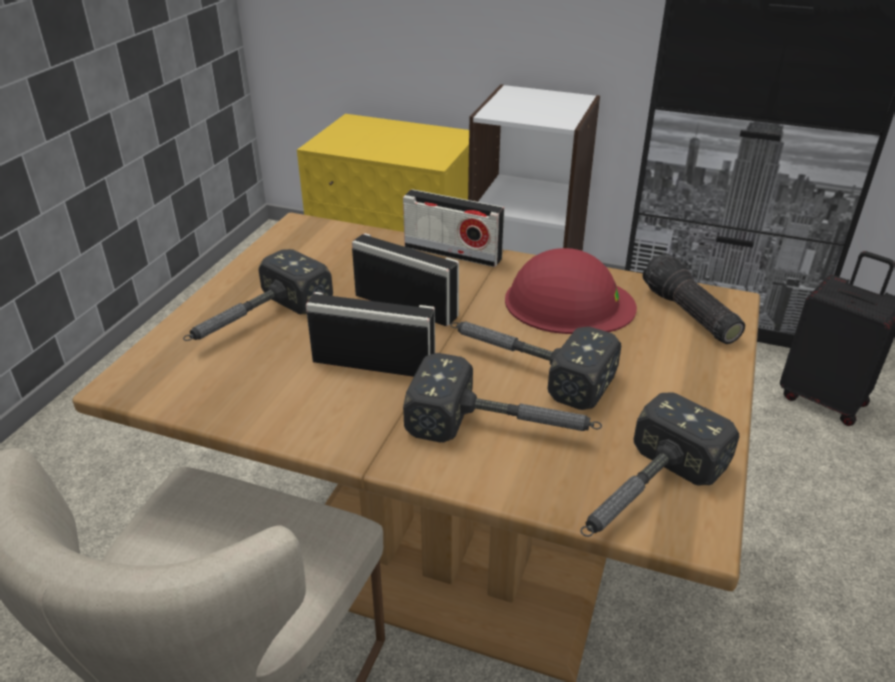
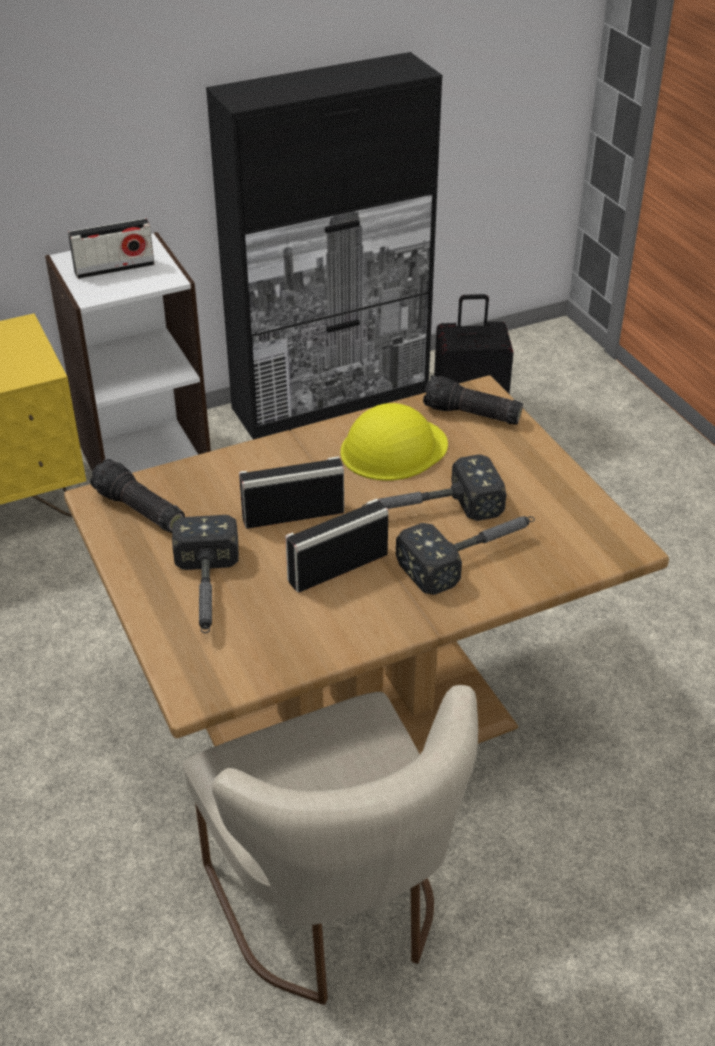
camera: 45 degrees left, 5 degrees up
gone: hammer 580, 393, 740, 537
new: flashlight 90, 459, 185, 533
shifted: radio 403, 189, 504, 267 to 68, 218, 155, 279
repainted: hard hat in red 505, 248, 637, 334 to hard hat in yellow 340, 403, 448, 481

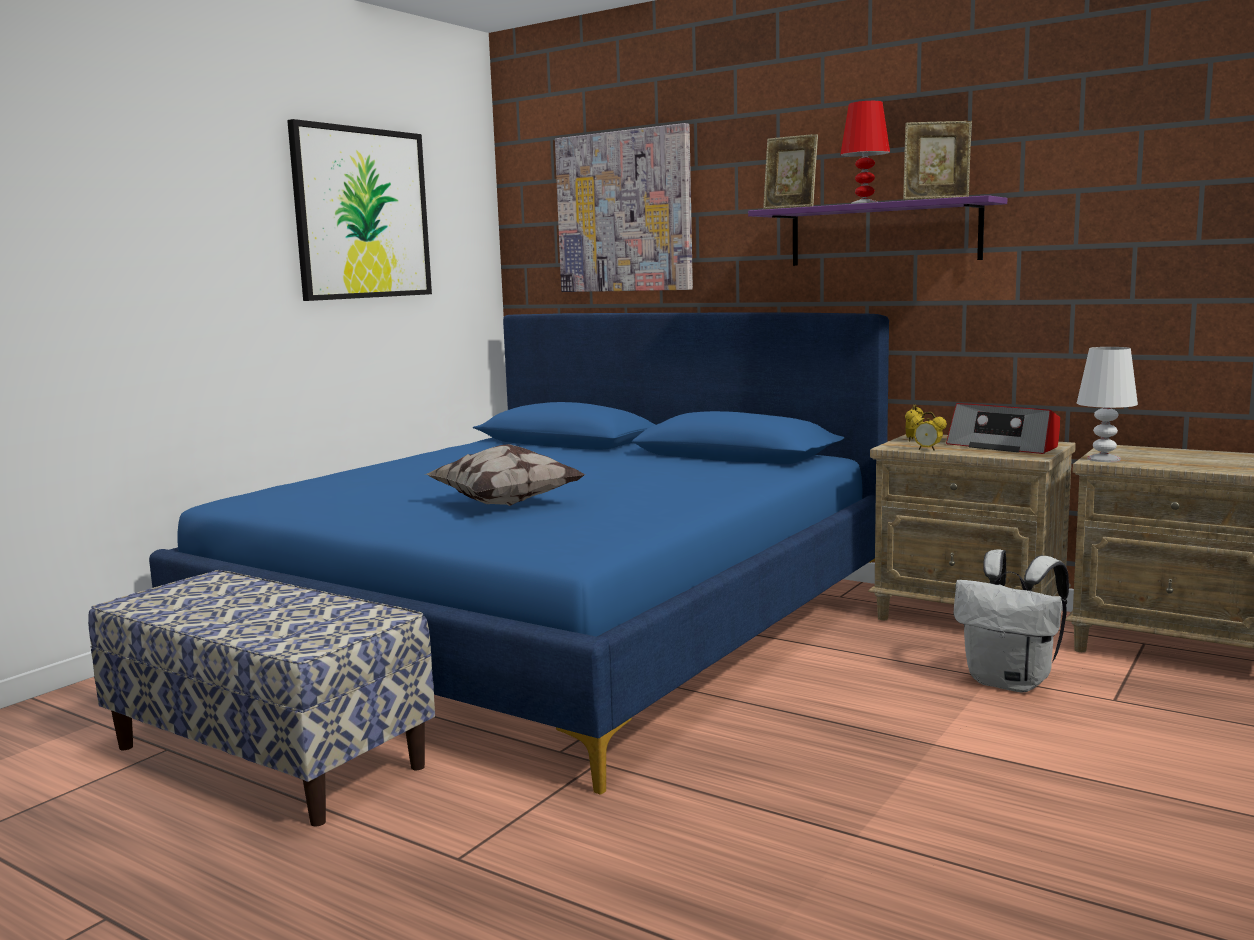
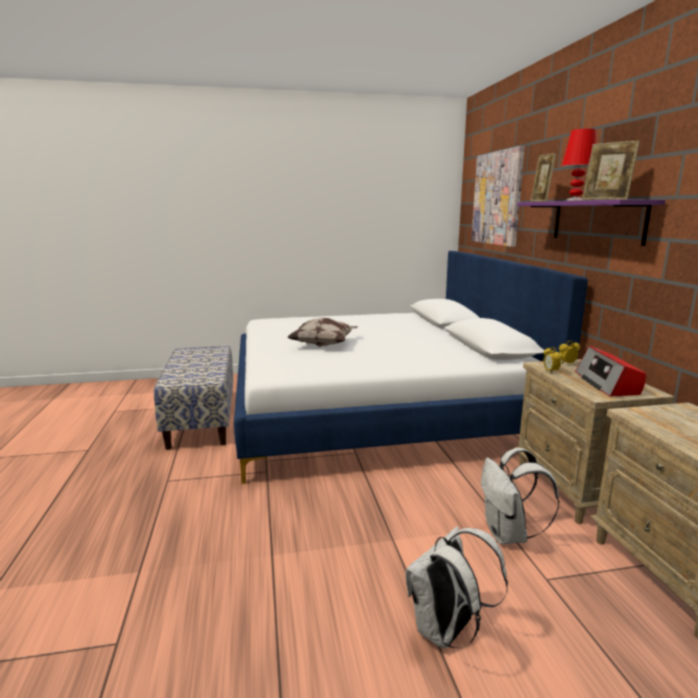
camera: 45 degrees right, 5 degrees up
gone: picture 287, 119, 432, 301; table lamp in white 1077, 347, 1138, 462
new: backpack in white 405, 526, 508, 649
repainted: bed in blue 149, 312, 889, 795 to bed in white 234, 251, 588, 484

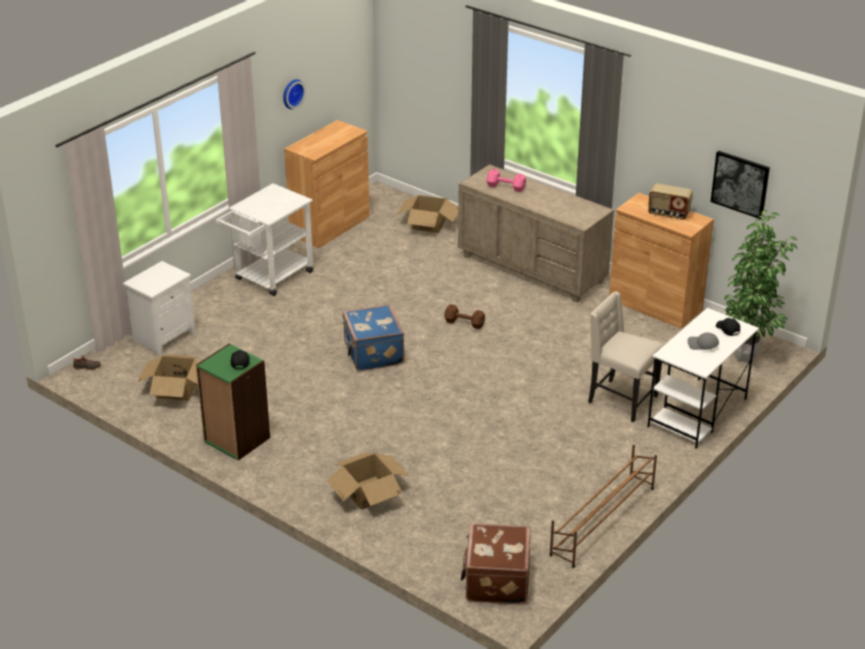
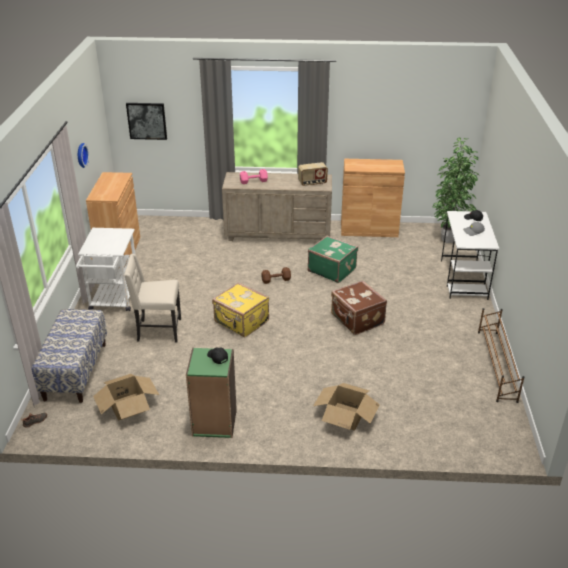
camera: 35 degrees left, 0 degrees up
gone: cardboard box 397, 195, 458, 233
new: suitcase in green 308, 235, 358, 283
shifted: chair in beige 588, 291, 664, 422 to 124, 254, 181, 342; picture 711, 151, 770, 219 to 126, 103, 167, 140; radio 648, 183, 693, 220 to 298, 162, 328, 186; suitcase in brown 461, 523, 530, 605 to 331, 280, 387, 335
swapped: nightstand in white 123, 261, 195, 355 to bench 31, 309, 107, 403
repainted: suitcase in blue 342, 304, 405, 371 to suitcase in yellow 212, 282, 269, 337

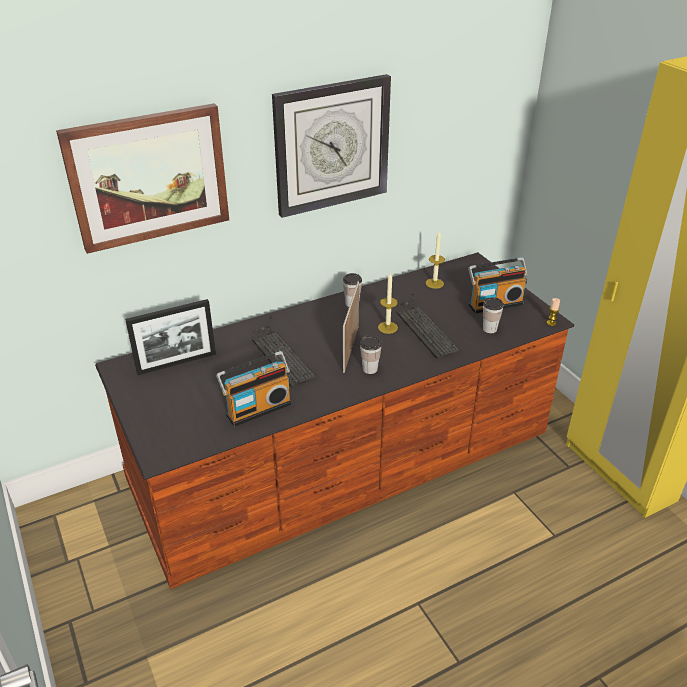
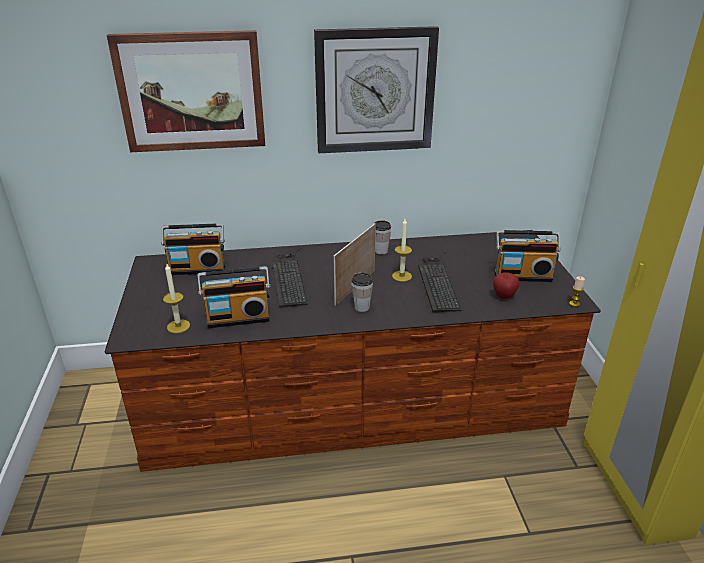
camera: 20 degrees right, 5 degrees down
shifted: candle 426, 230, 445, 289 to 163, 264, 190, 333
swapped: picture frame 125, 299, 216, 375 to radio 161, 223, 225, 275; cup 483, 297, 504, 333 to apple 493, 272, 519, 299

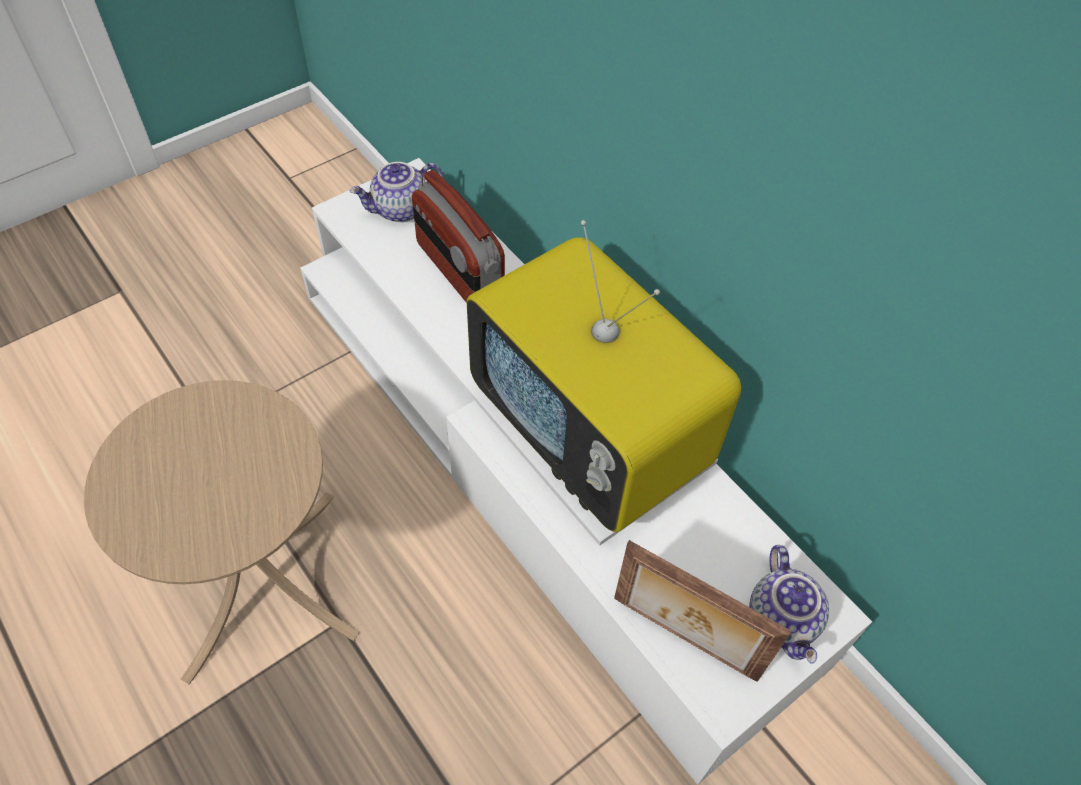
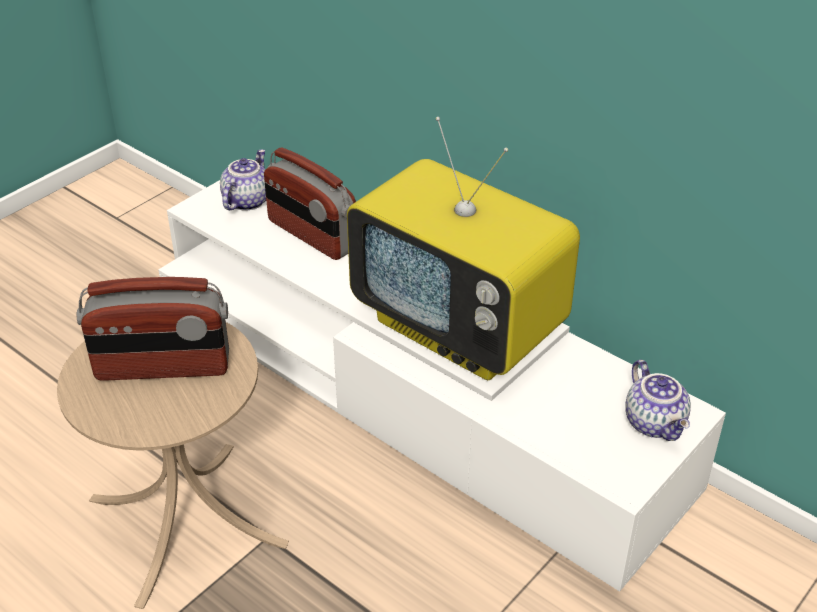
camera: 10 degrees left, 15 degrees down
gone: picture frame 614, 540, 791, 682
new: radio 77, 277, 229, 381
rotated: teapot 350, 162, 443, 222 = 220, 149, 266, 211 150 degrees clockwise

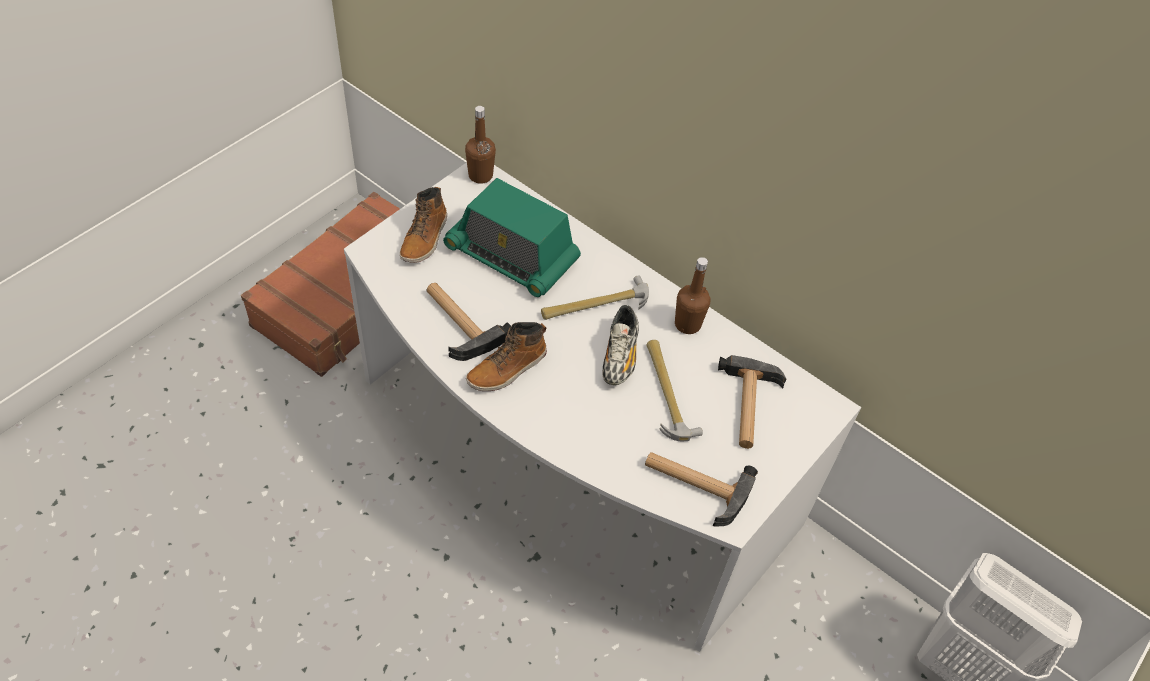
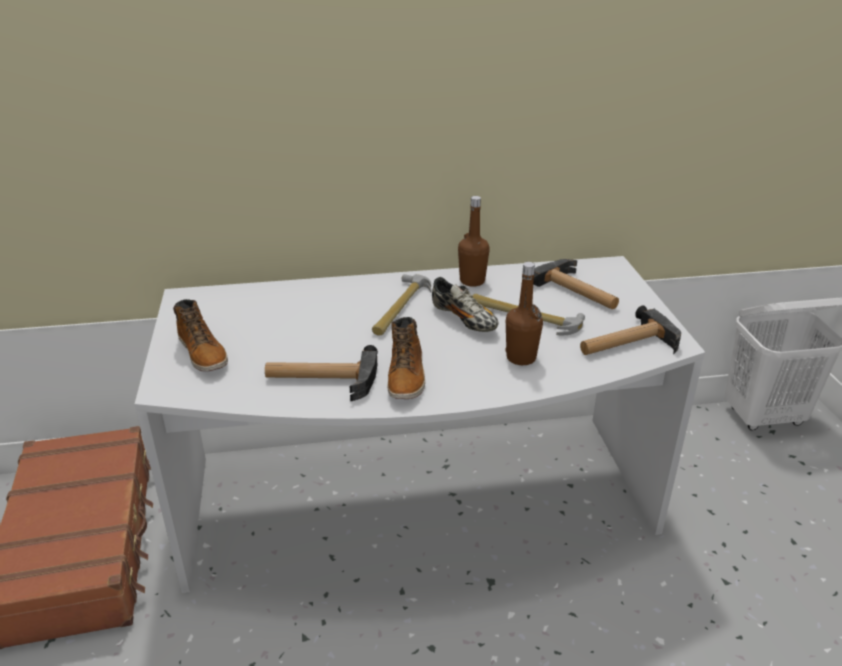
camera: 45 degrees left, 20 degrees down
gone: radio 443, 178, 581, 297
shifted: bottle in brown 465, 106, 496, 184 to 506, 262, 543, 365

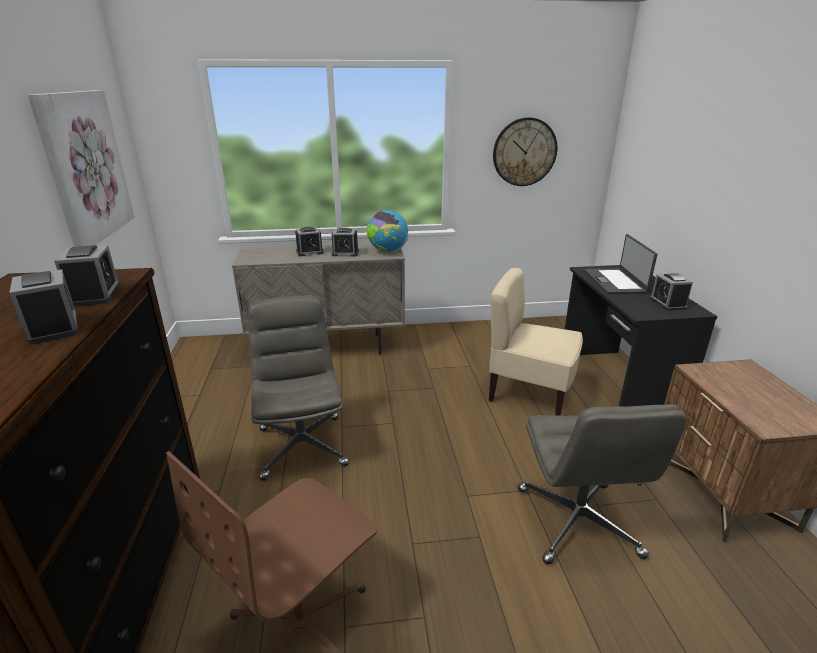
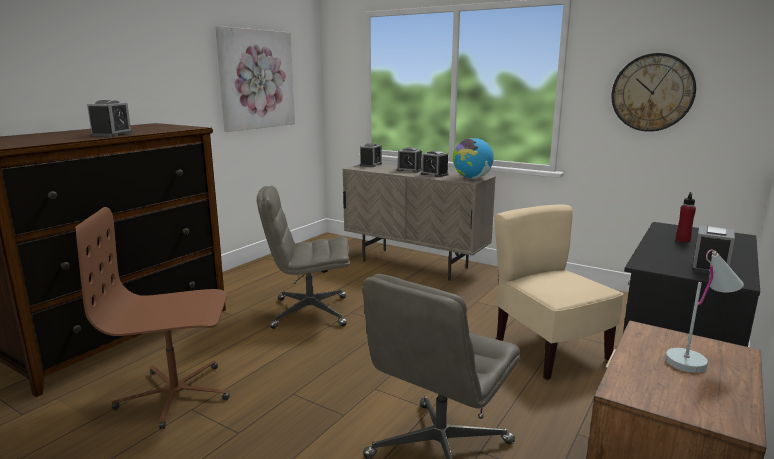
camera: 40 degrees right, 10 degrees down
new: table lamp in white 665, 249, 744, 373
shifted: alarm clock 54, 245, 120, 307 to 360, 143, 382, 167
swapped: laptop 584, 234, 657, 294 to bottle in red 676, 192, 696, 243
rotated: office chair in grey 248, 295, 349, 481 = 257, 186, 350, 329 120 degrees counterclockwise

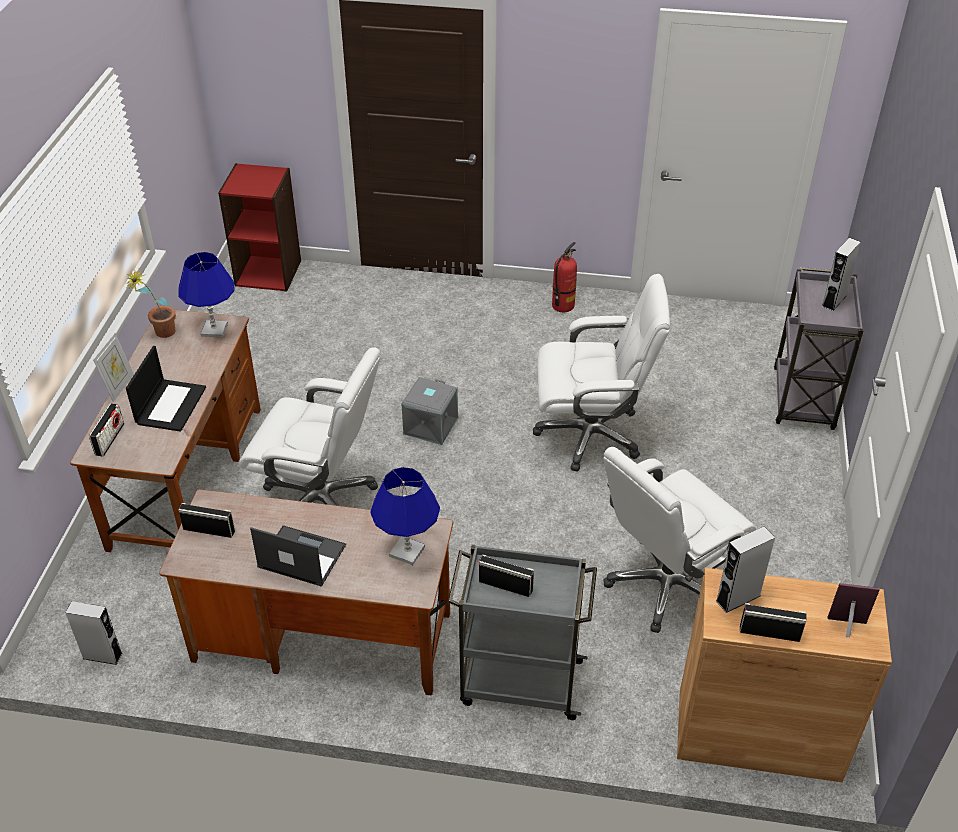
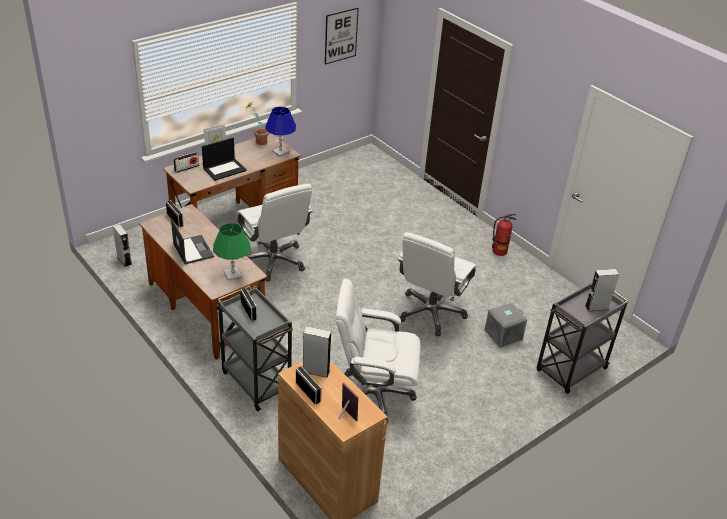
camera: 40 degrees right, 5 degrees down
gone: bookcase in red 218, 163, 301, 291
new: picture 325, 7, 359, 65
shifted: storage box in grey 401, 377, 458, 445 to 485, 303, 527, 348
repainted: table lamp in blue 370, 467, 440, 565 to table lamp in green 213, 223, 251, 281
rotated: office chair in white 533, 274, 670, 471 = 398, 232, 476, 336 75 degrees clockwise

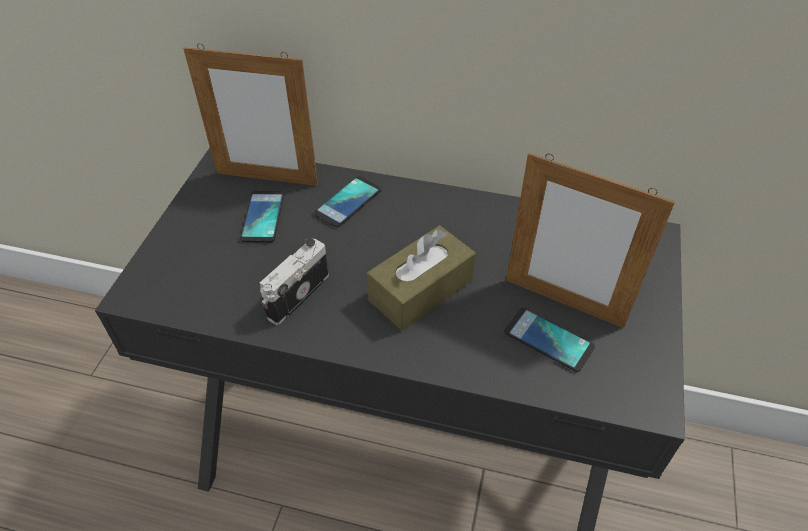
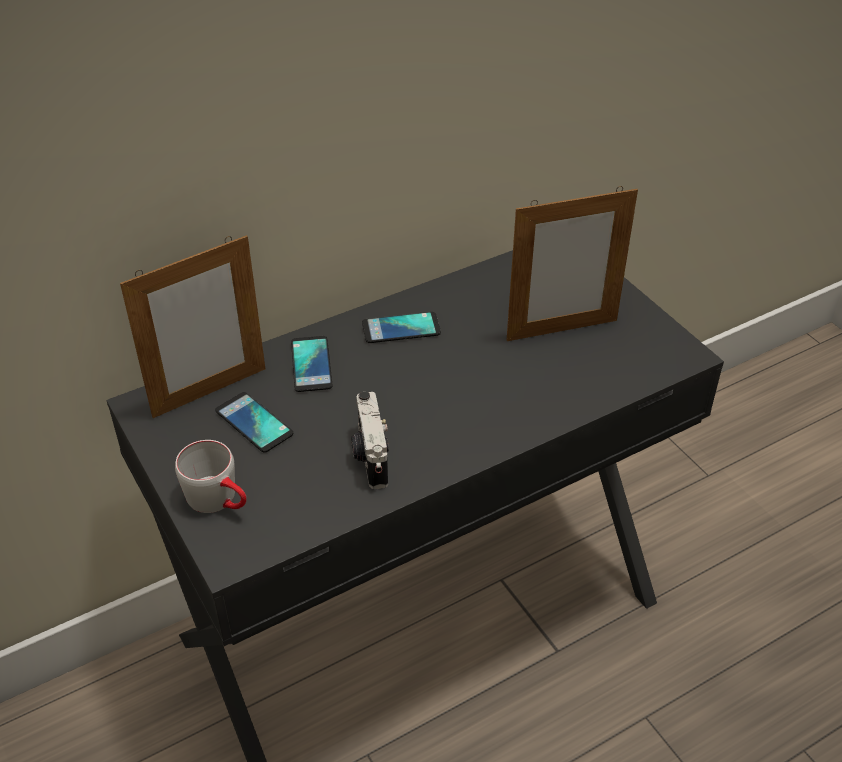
camera: 45 degrees left, 5 degrees down
gone: tissue box in brown 367, 225, 476, 331
new: mug in grey 175, 440, 247, 513
shifted: phone 504, 308, 595, 372 to 362, 312, 441, 343

